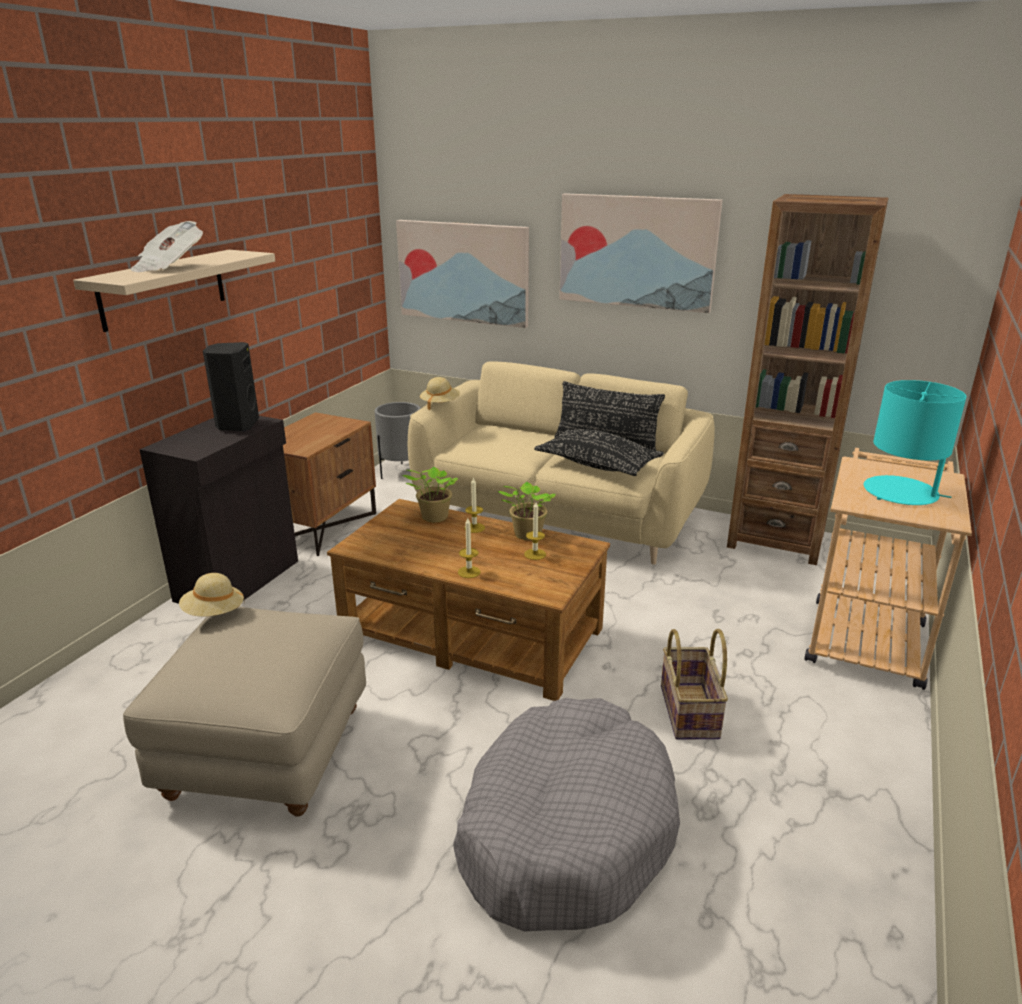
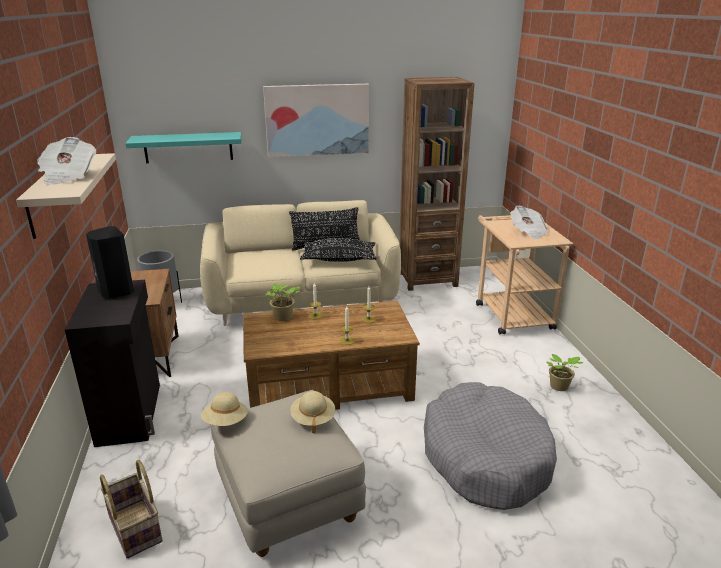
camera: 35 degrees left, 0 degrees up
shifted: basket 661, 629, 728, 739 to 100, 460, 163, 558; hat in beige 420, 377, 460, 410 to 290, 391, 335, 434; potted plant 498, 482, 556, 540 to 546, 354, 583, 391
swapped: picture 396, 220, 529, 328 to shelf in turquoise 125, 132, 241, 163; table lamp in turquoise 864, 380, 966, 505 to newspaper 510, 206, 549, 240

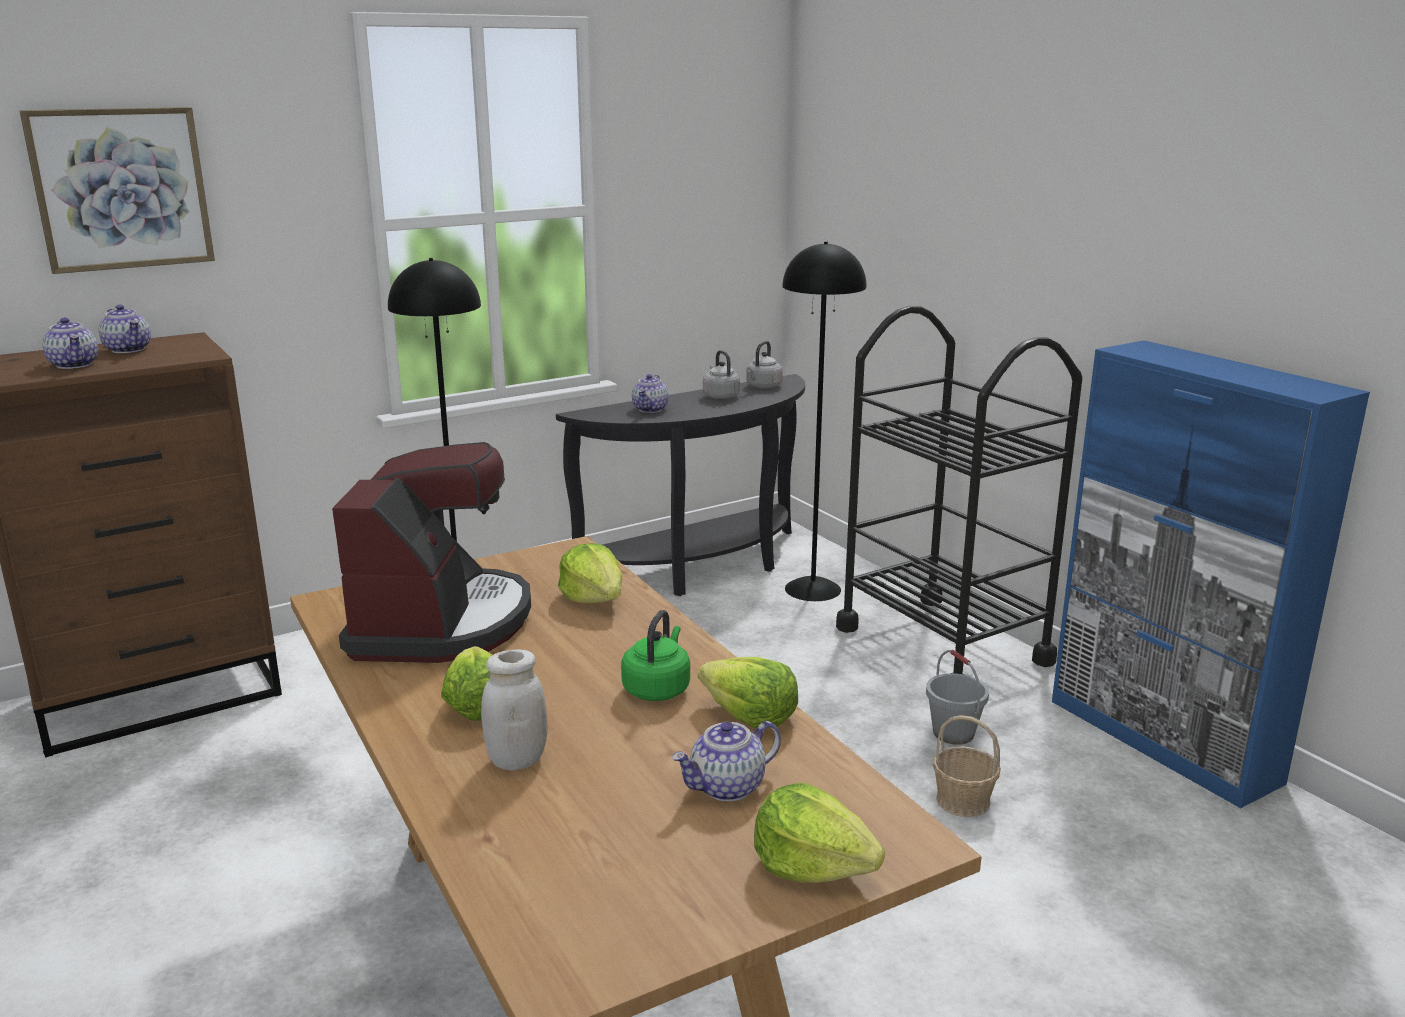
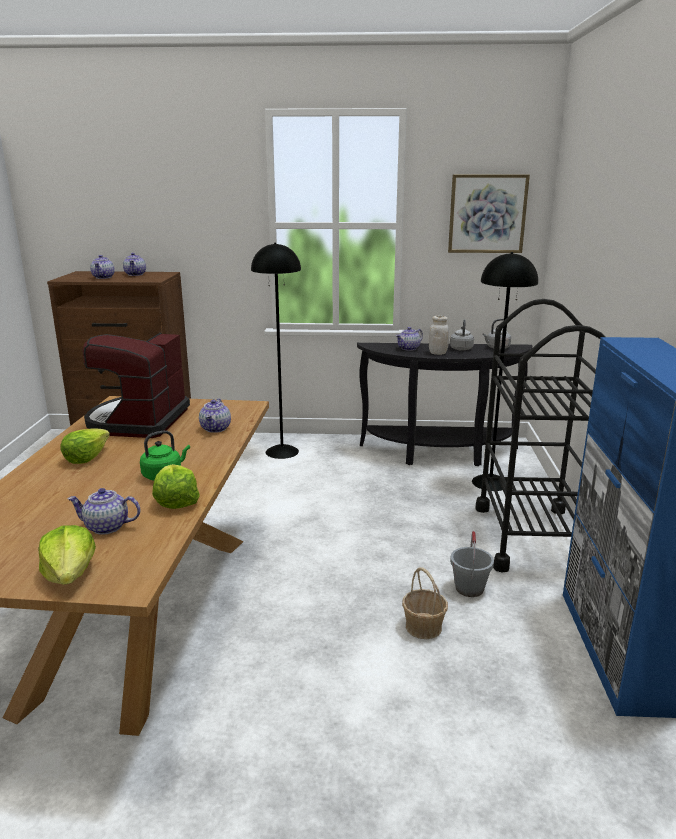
camera: 35 degrees right, 0 degrees up
shifted: jar in white 481, 649, 548, 770 to 429, 316, 449, 355; picture 20, 107, 215, 274 to 448, 174, 530, 253
swapped: lettuce 558, 543, 623, 603 to teapot 199, 398, 231, 433
rotated: coffee machine 332, 442, 531, 663 = 83, 333, 190, 438 150 degrees clockwise

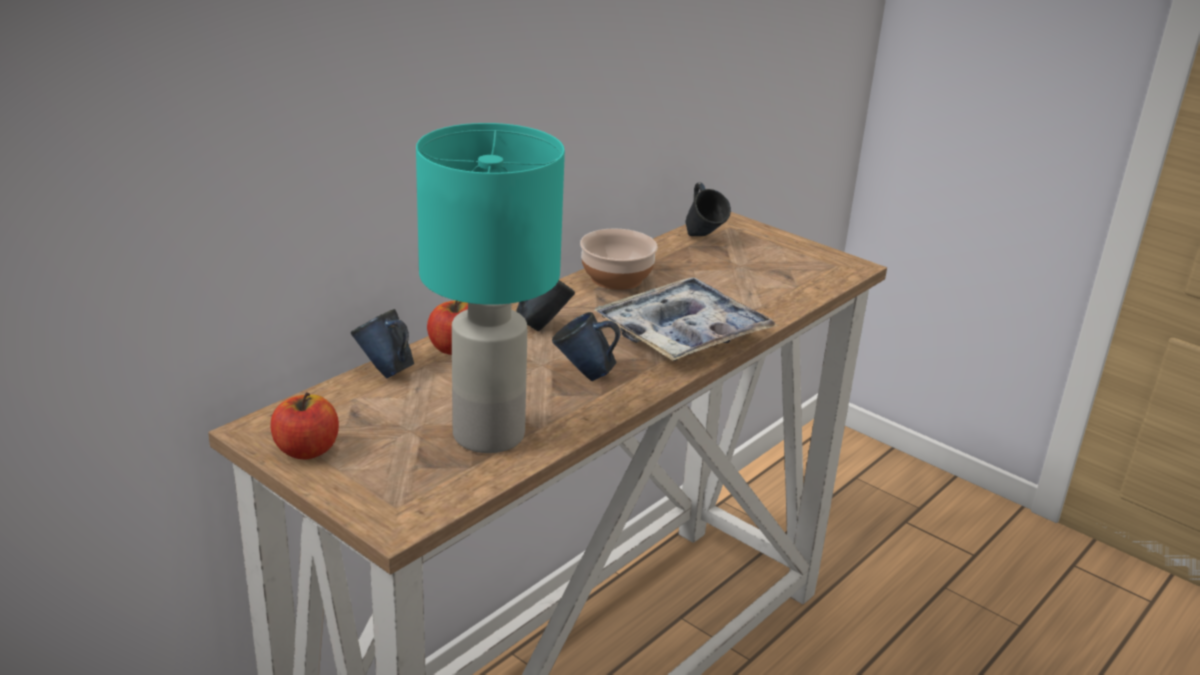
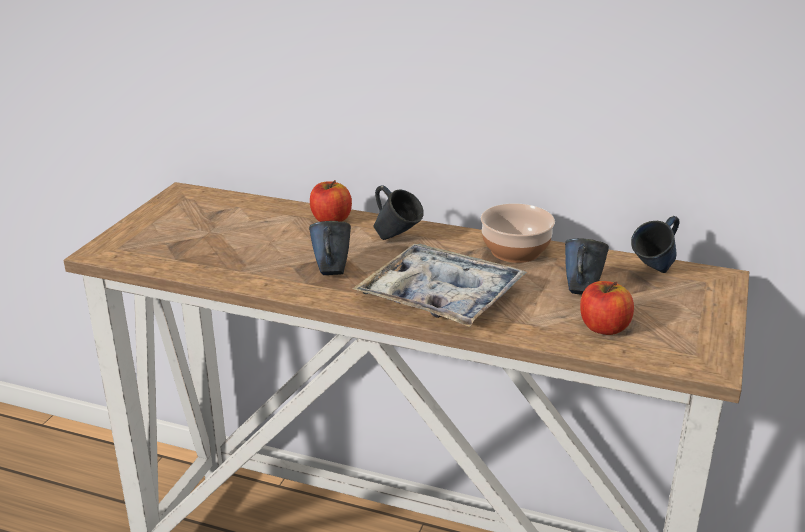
camera: 70 degrees right, 0 degrees up
gone: table lamp in turquoise 416, 123, 565, 453
shifted: mug in blue 351, 309, 414, 379 to 565, 238, 609, 295; apple 271, 392, 339, 459 to 580, 281, 634, 335

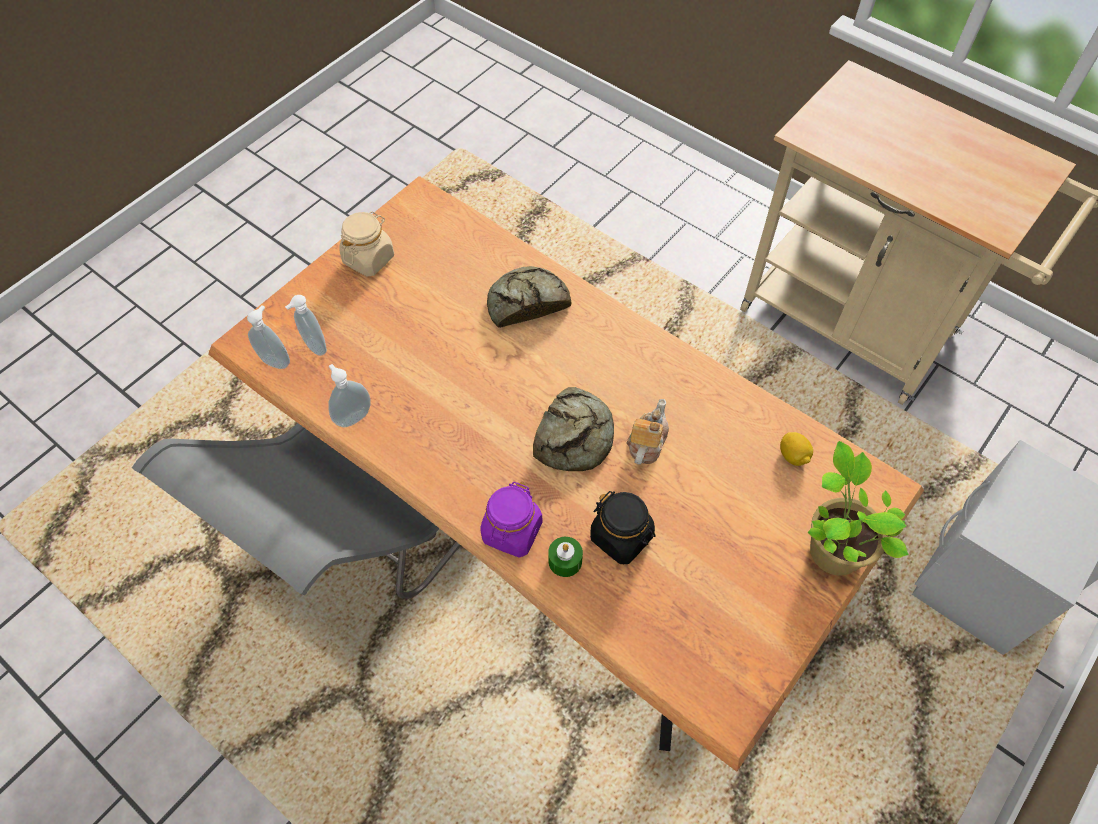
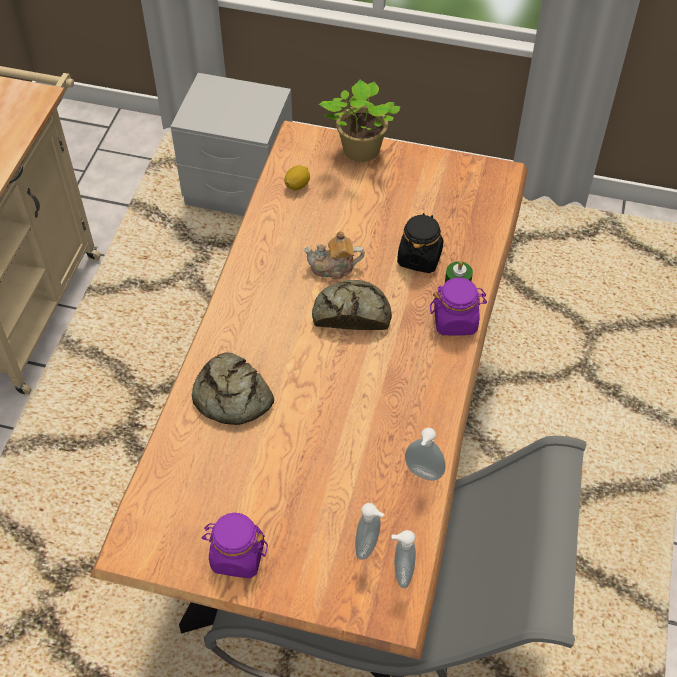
camera: 115 degrees left, 5 degrees down
repainted: jar in beige 339, 211, 394, 277 to jar in purple 202, 513, 268, 578

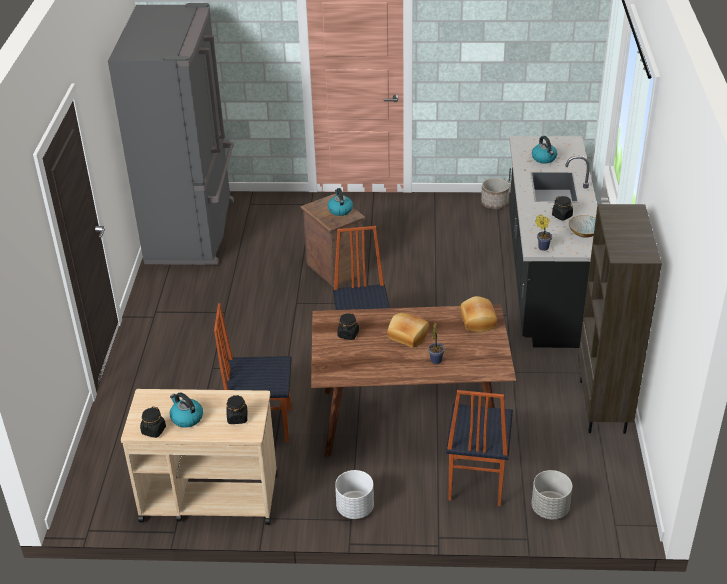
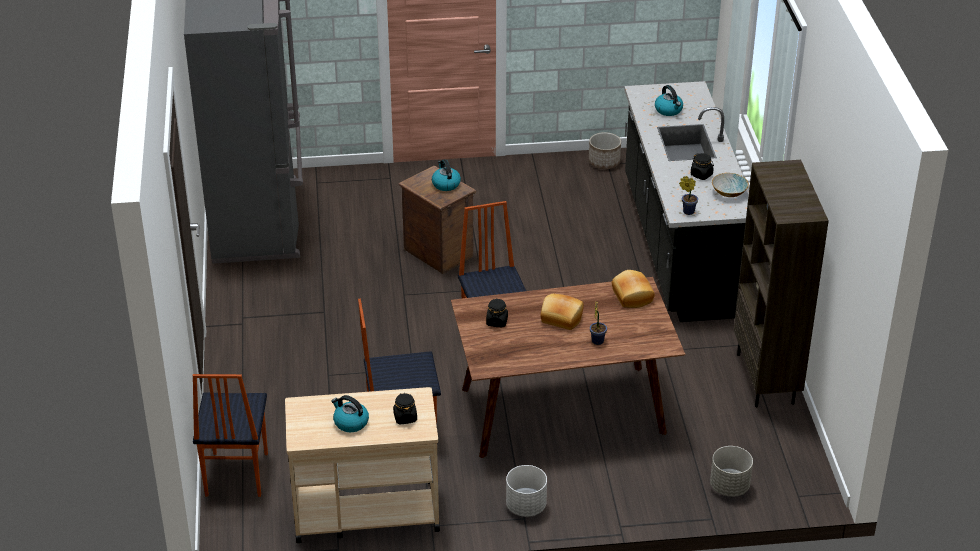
camera: 10 degrees left, 0 degrees up
gone: jar in black 140, 407, 166, 438
shifted: chair 446, 390, 513, 506 to 193, 374, 268, 497

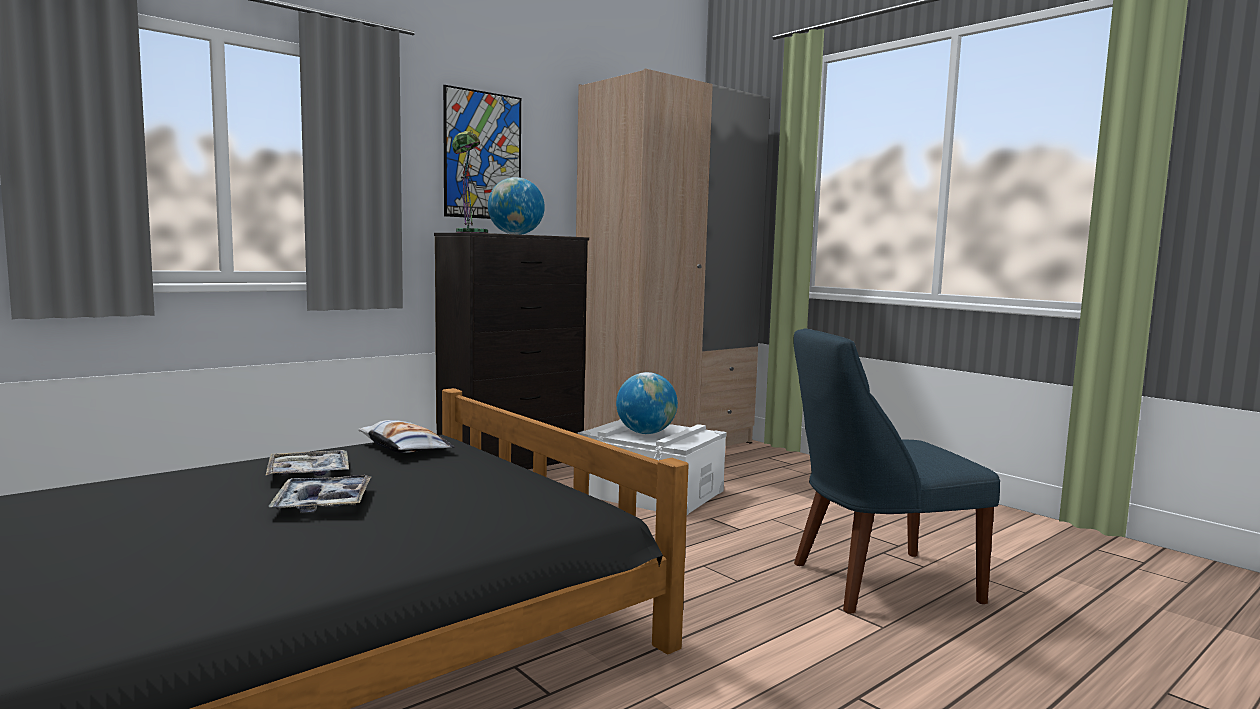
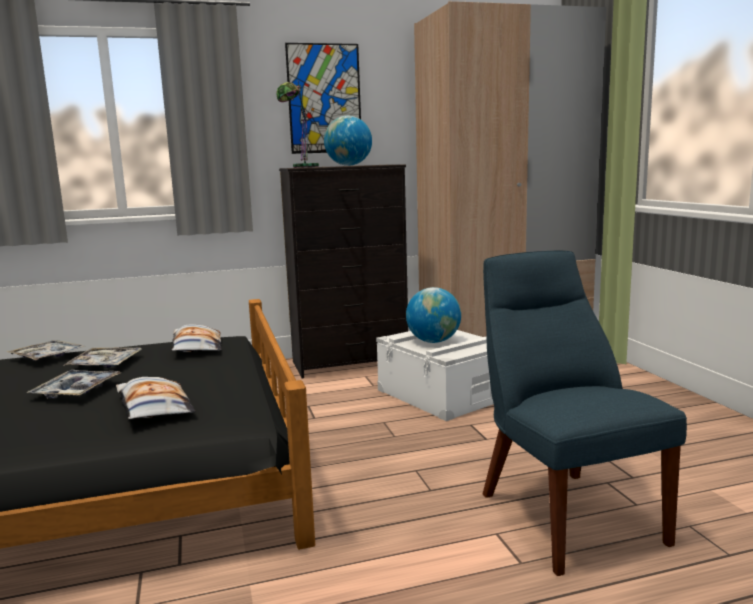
camera: 25 degrees right, 5 degrees up
new: tray 7, 340, 86, 361; pillow 116, 377, 196, 419
rotated: chair in blue 794, 328, 1000, 614 = 483, 251, 687, 576 60 degrees clockwise

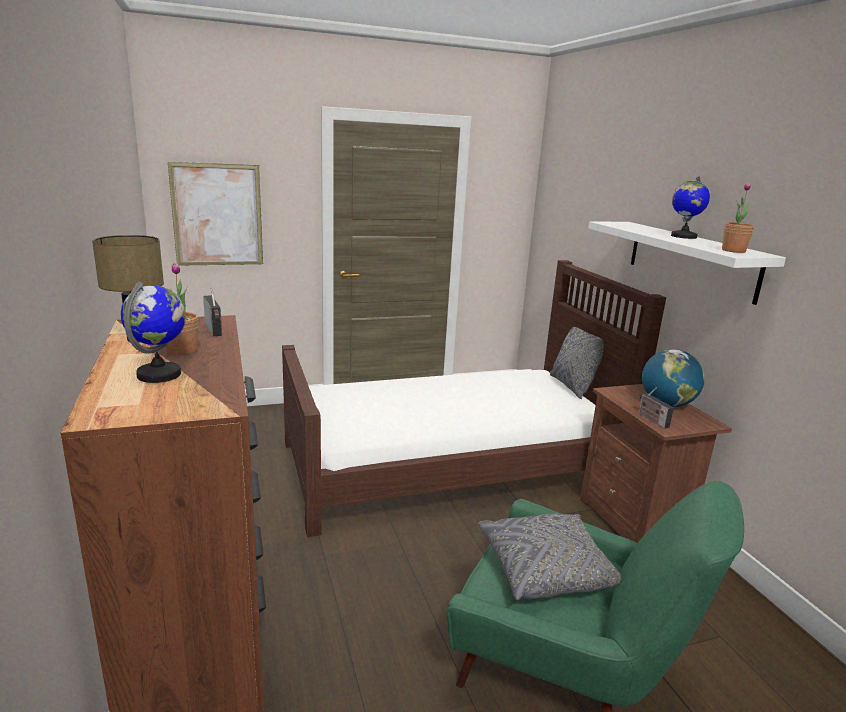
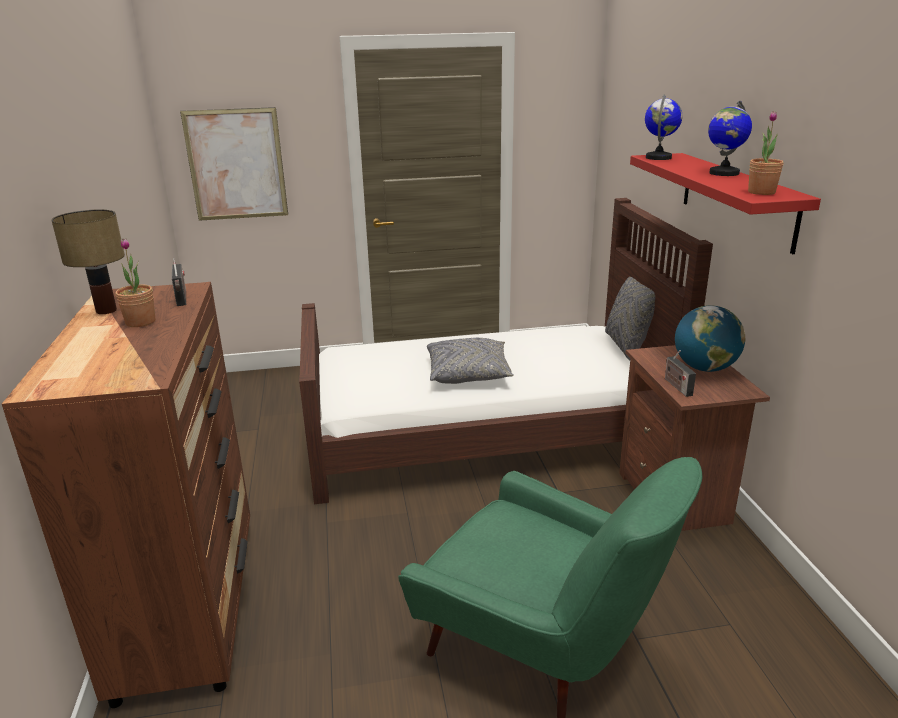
camera: 10 degrees right, 5 degrees up
shifted: pillow in grey 478, 513, 622, 600 to 427, 338, 514, 384; globe 121, 281, 186, 383 to 645, 94, 683, 160
repainted: shelf in white 588, 221, 786, 305 to shelf in red 630, 153, 821, 254

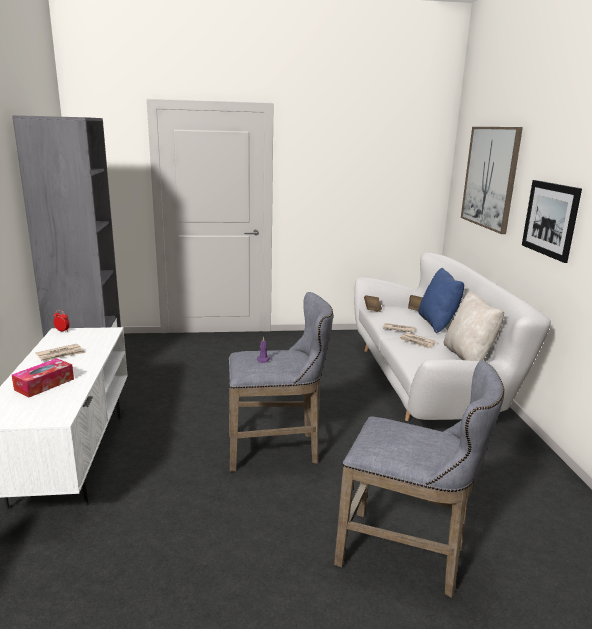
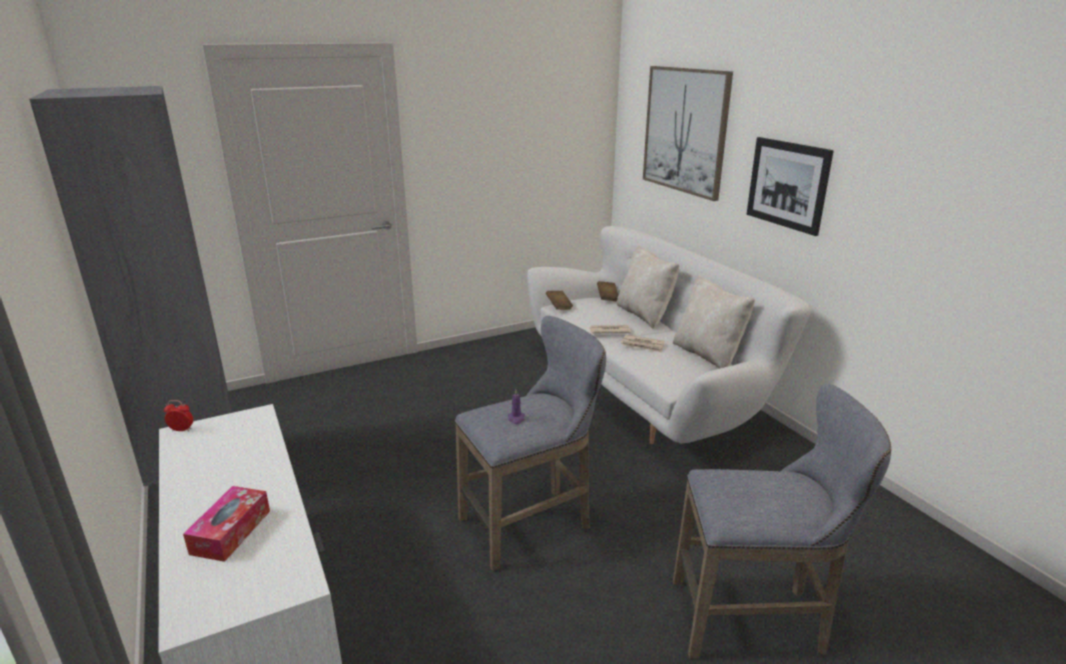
camera: 20 degrees left, 5 degrees up
gone: newspaper 36, 344, 85, 362
repainted: pillow in blue 418, 268, 464, 334 to pillow in beige 617, 245, 680, 329

